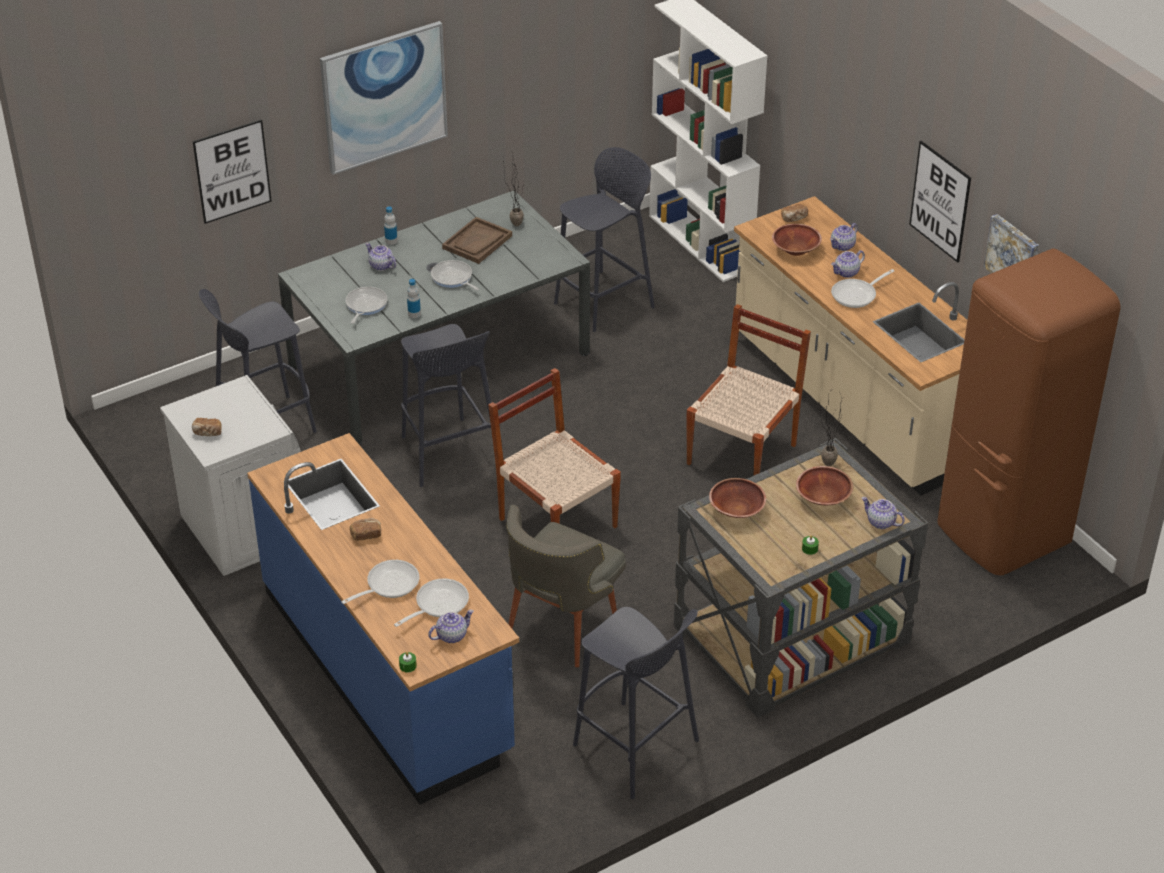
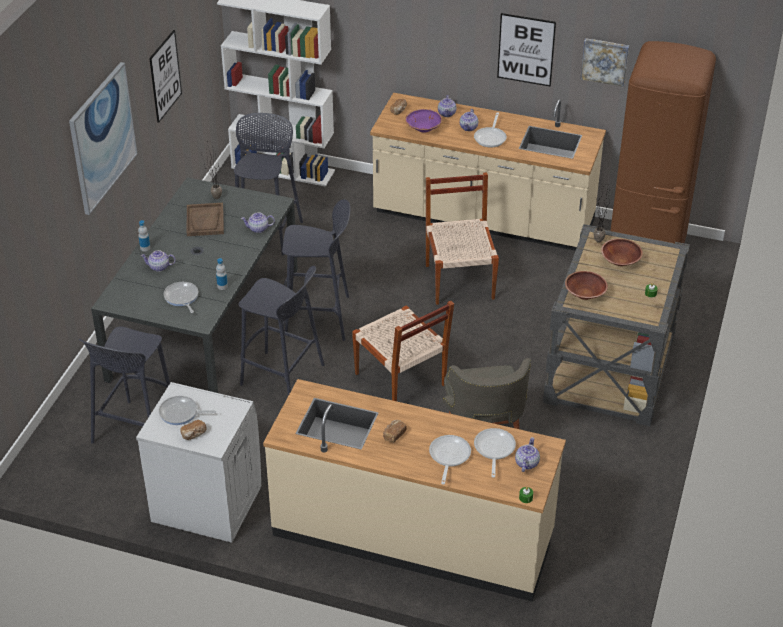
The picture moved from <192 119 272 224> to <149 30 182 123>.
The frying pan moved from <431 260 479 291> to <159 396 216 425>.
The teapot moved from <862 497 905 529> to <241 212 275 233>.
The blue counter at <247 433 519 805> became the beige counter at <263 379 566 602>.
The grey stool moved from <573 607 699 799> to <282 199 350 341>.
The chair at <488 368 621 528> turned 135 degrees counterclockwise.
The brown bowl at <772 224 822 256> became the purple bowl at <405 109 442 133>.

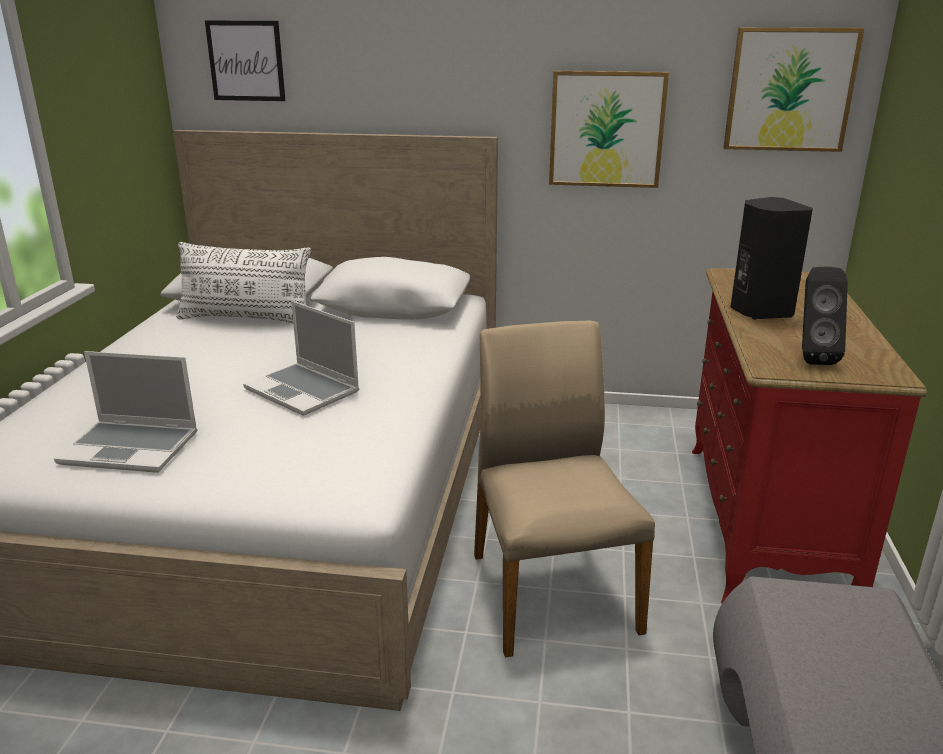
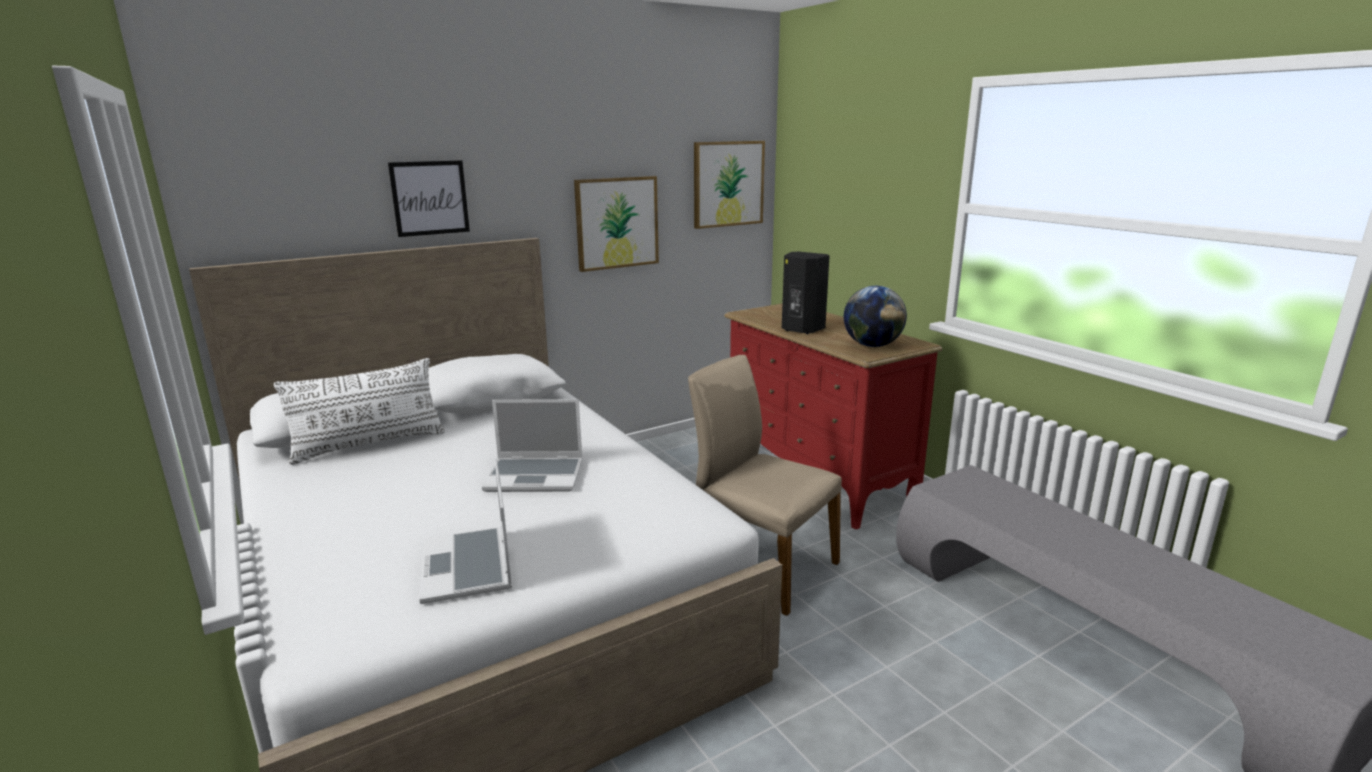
The picture moved from <205 20 285 101> to <388 160 470 237>.
The laptop at <54 351 198 473> turned 105 degrees clockwise.
The black speaker at <802 267 848 365> was replaced by the globe at <844 286 907 347>.

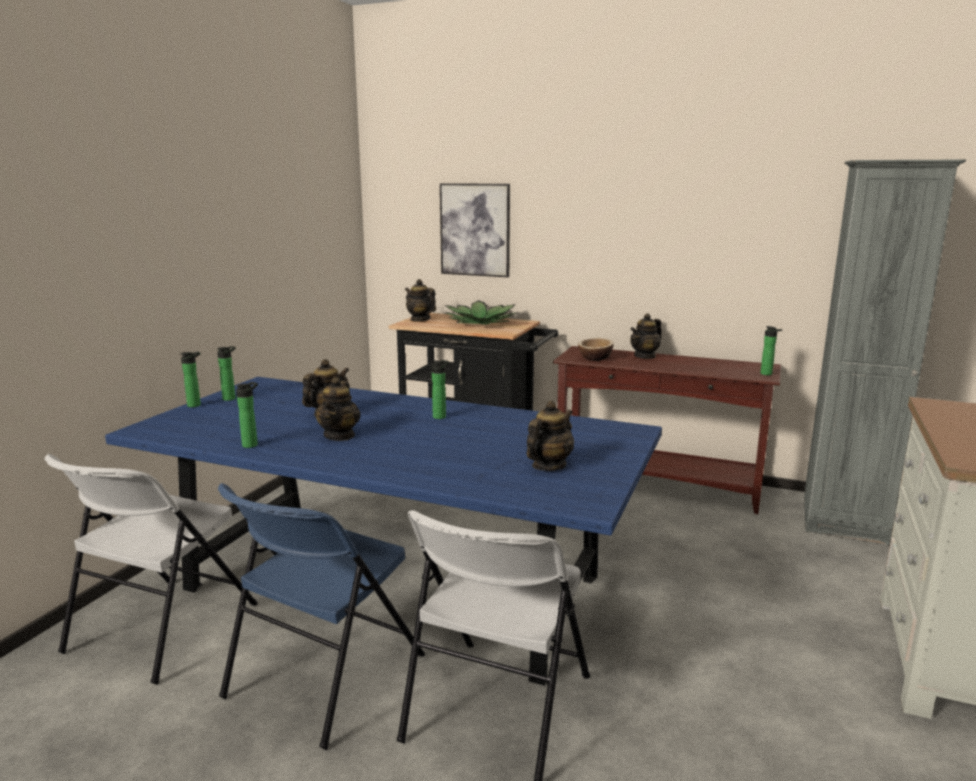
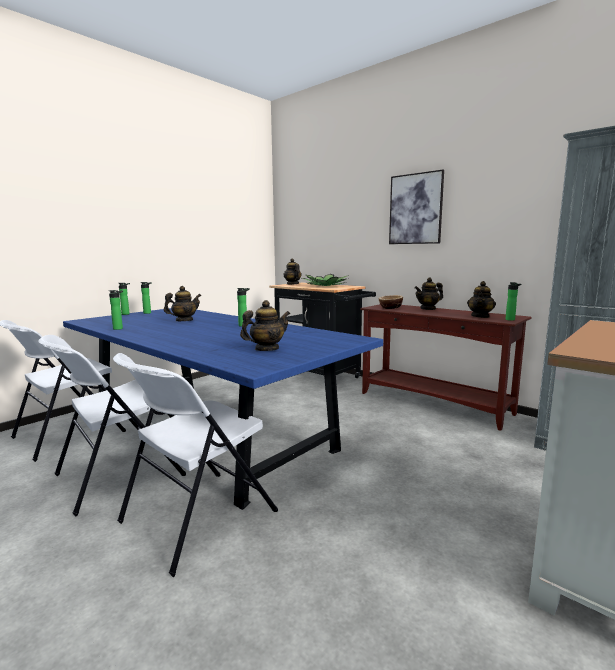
The blue chair at <218 483 425 750> became the white chair at <38 335 186 516>.
The picture moved from <440 183 510 277> to <389 170 444 244>.
The teapot moved from <315 377 361 441> to <467 281 496 318>.

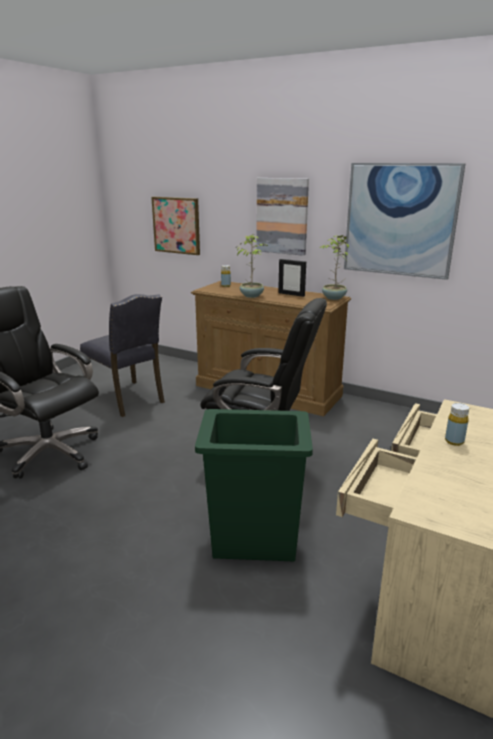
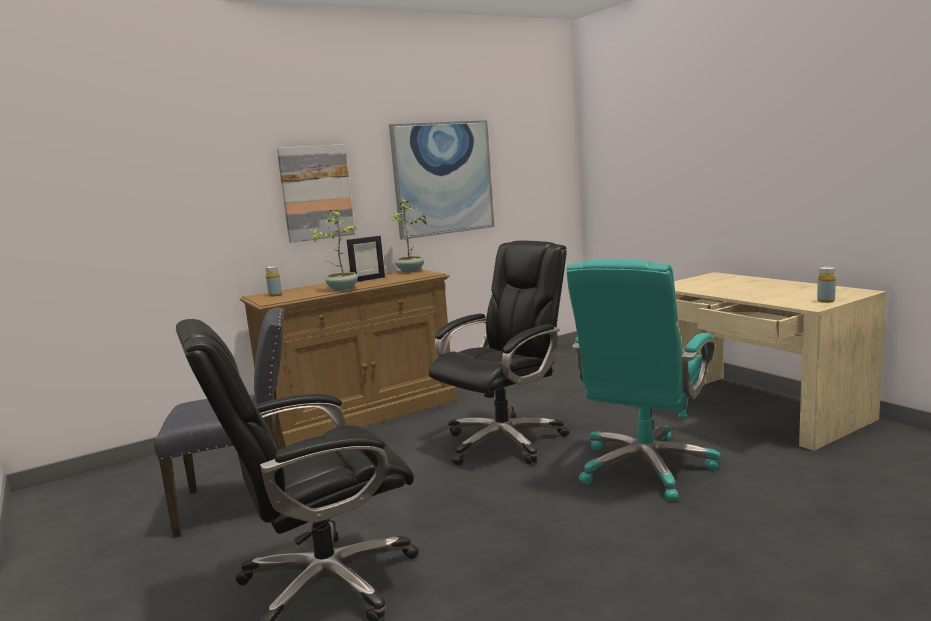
The green trash can at <195 409 313 561> was replaced by the turquoise office chair at <567 260 721 501>.
The yellow bottle moved from <445 403 469 446> to <817 267 836 303>.
The picture at <151 197 200 255> disappeared.

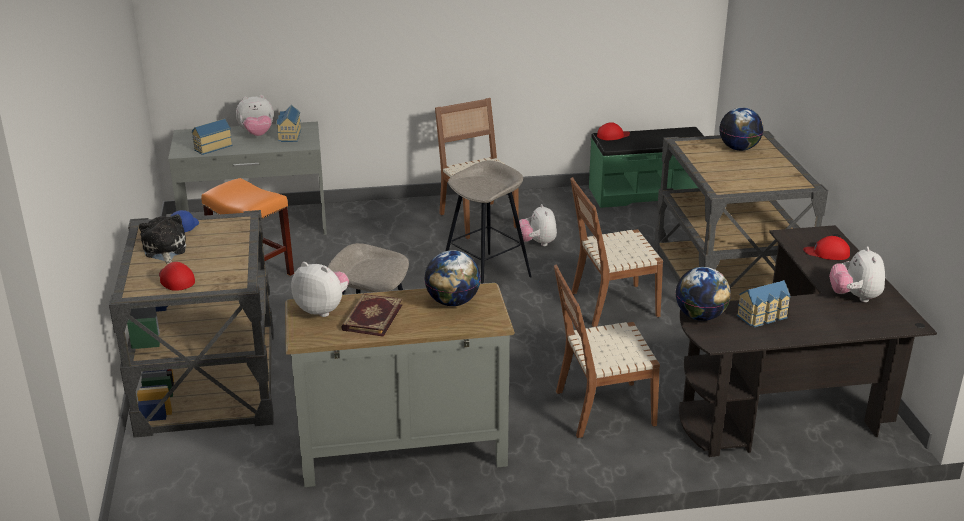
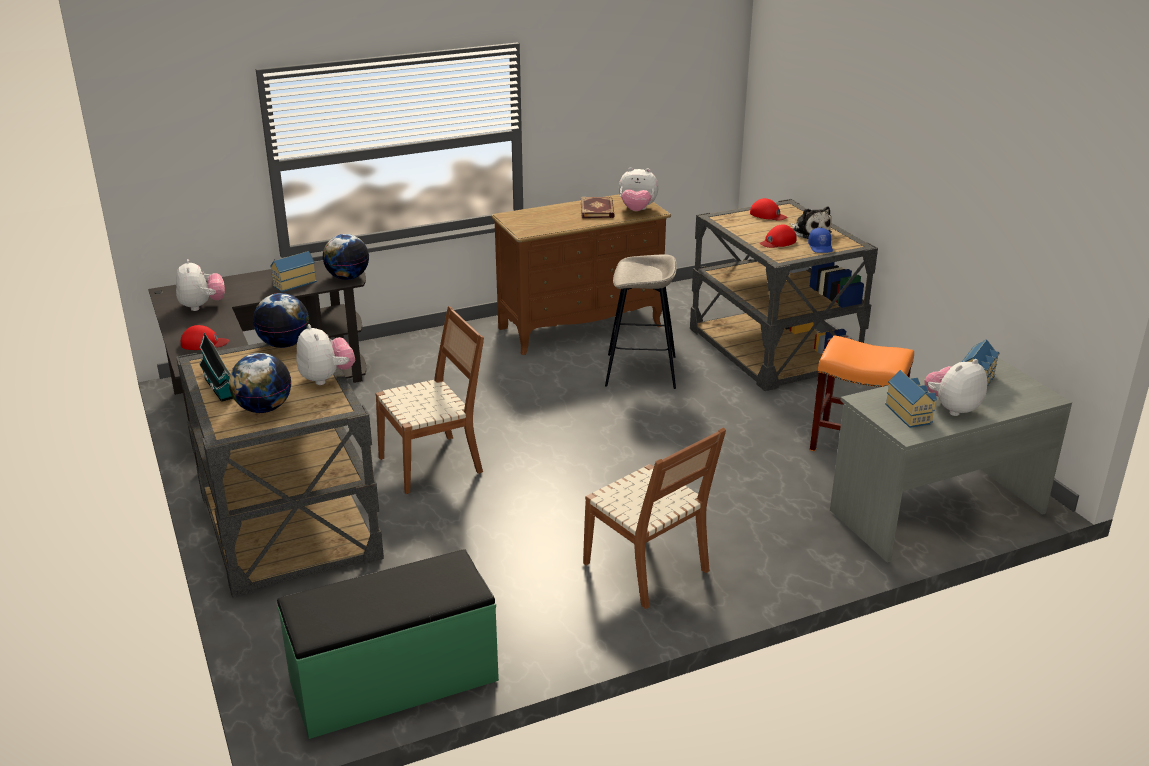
The toy house at <199 333 233 402> appeared.
The globe moved from <424 250 481 306> to <253 293 309 348>.
The plush toy moved from <519 204 557 246> to <297 324 355 385>.
The grey dresser at <285 283 515 487> became the brown dresser at <491 194 671 355>.
The red cap moved from <597 122 630 140> to <760 224 796 248>.
The grey stool at <445 161 532 284> disappeared.
The chair at <554 264 660 438> disappeared.

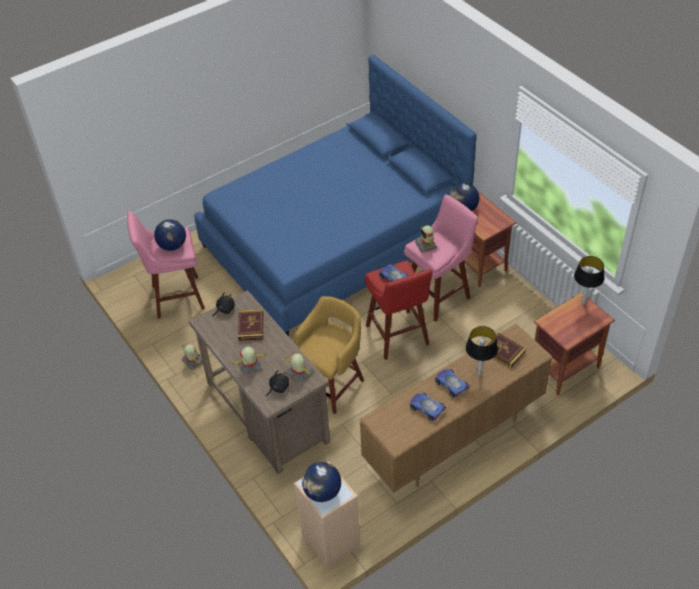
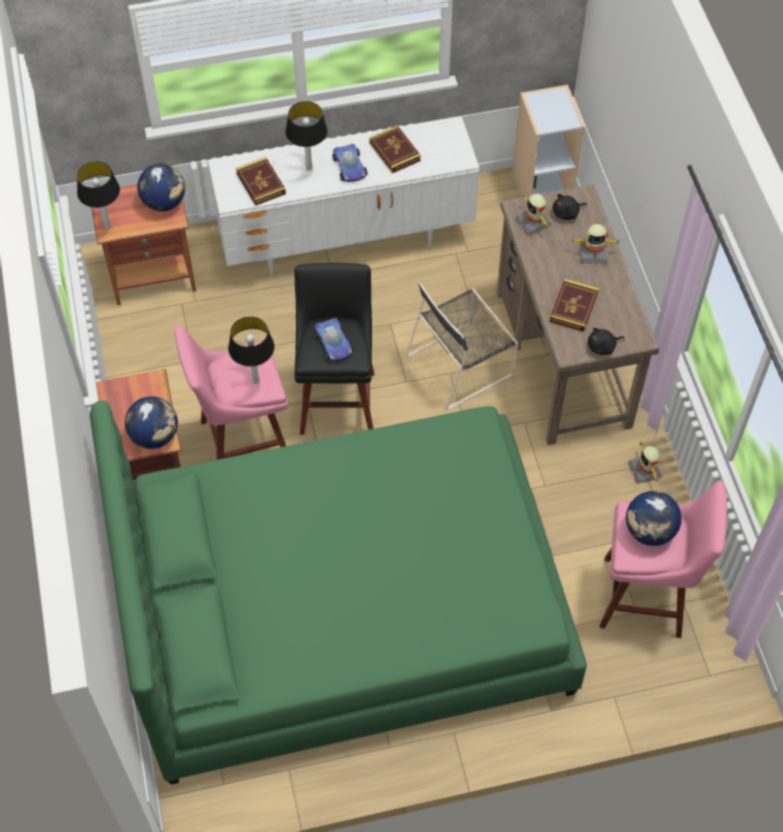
The blue bed at <194 55 477 336> became the green bed at <90 400 587 785>.
The globe moved from <302 462 341 502> to <137 163 185 211>.
The brown dresser at <360 324 552 493> became the white dresser at <208 116 480 276>.
The toy robot at <415 225 437 252> was replaced by the table lamp at <228 316 274 384>.
The red stool at <365 260 433 360> became the black stool at <294 263 374 435>.
The toy car at <410 393 446 421> was replaced by the book at <369 125 421 173>.
The yellow stool at <294 296 364 414> was replaced by the black chair at <406 282 518 409>.

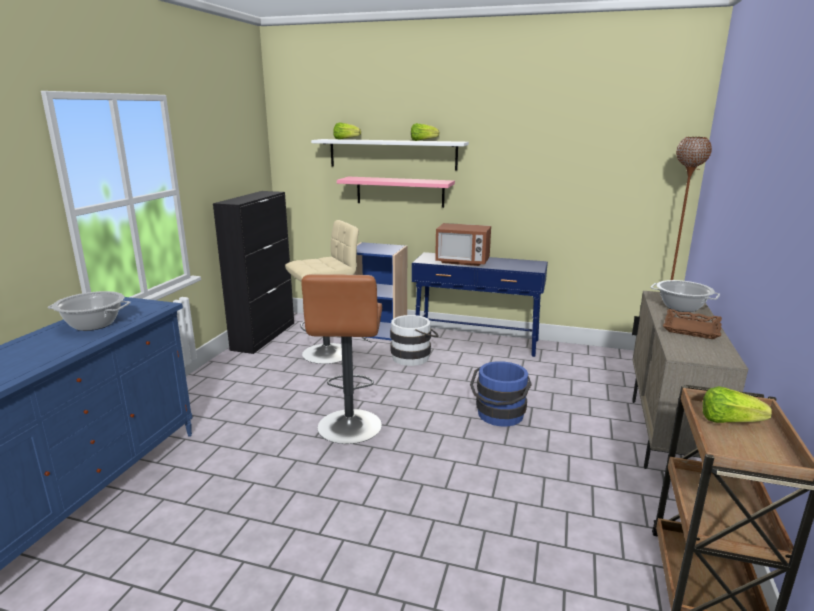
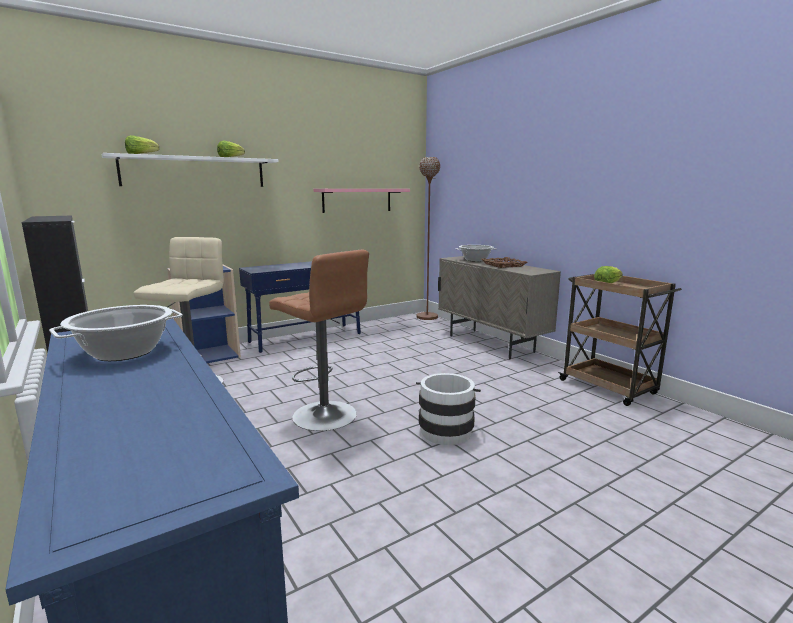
The pink shelf moved from <337 177 455 208> to <314 189 410 213>.
The white bucket moved from <390 315 439 366> to <416 373 481 445>.
The microwave at <435 223 491 266> disappeared.
The blue bucket at <470 361 532 426> disappeared.

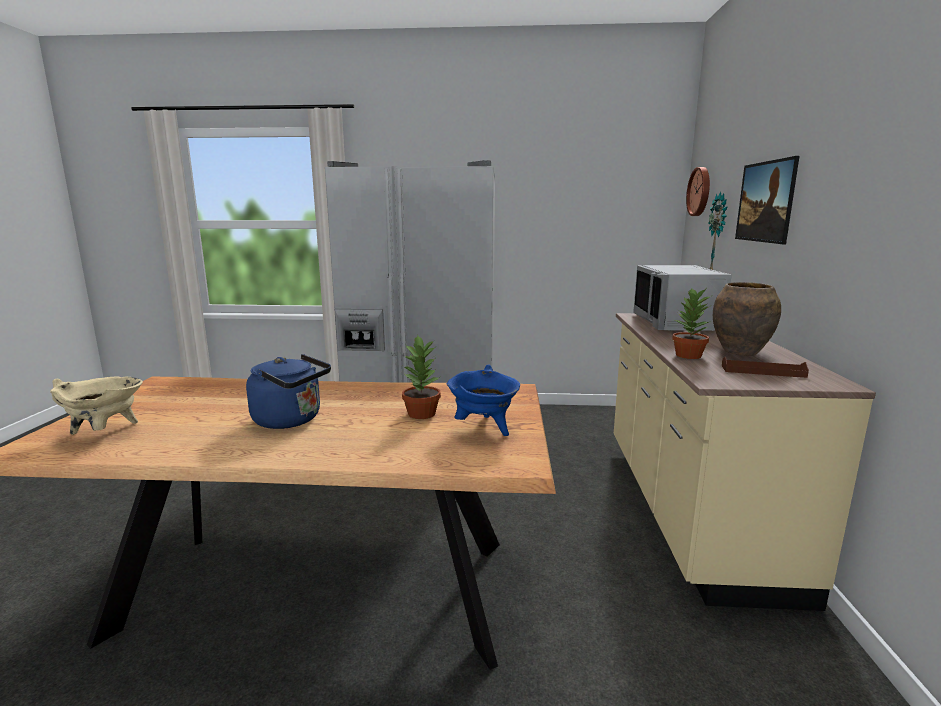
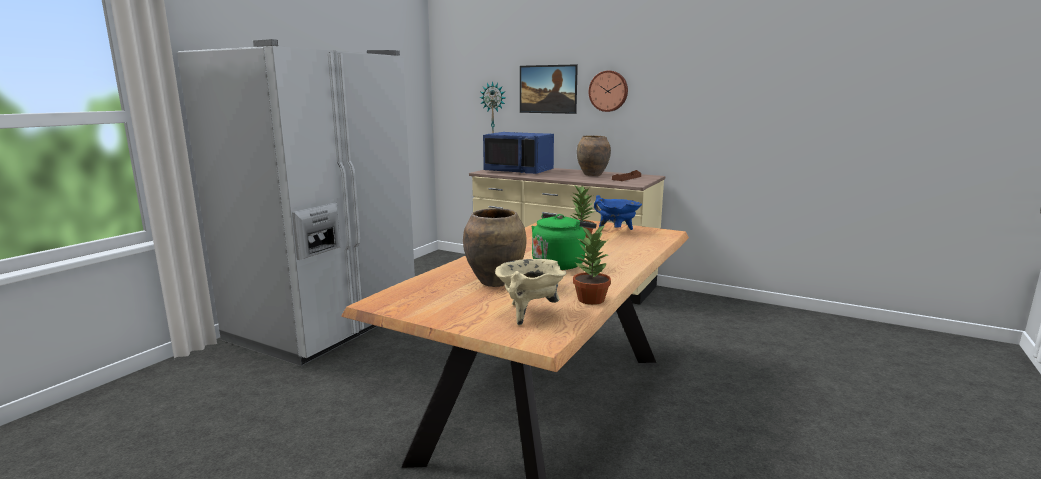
The brown vase at <463 208 527 287> appeared.
The grey microwave at <633 265 732 331> became the blue microwave at <483 132 554 174>.
The blue kettle at <246 354 331 429> became the green kettle at <531 214 597 270>.
The potted plant moved from <672 288 711 359> to <573 224 611 305>.
The wall clock moved from <686 167 710 216> to <589 71 628 112>.

